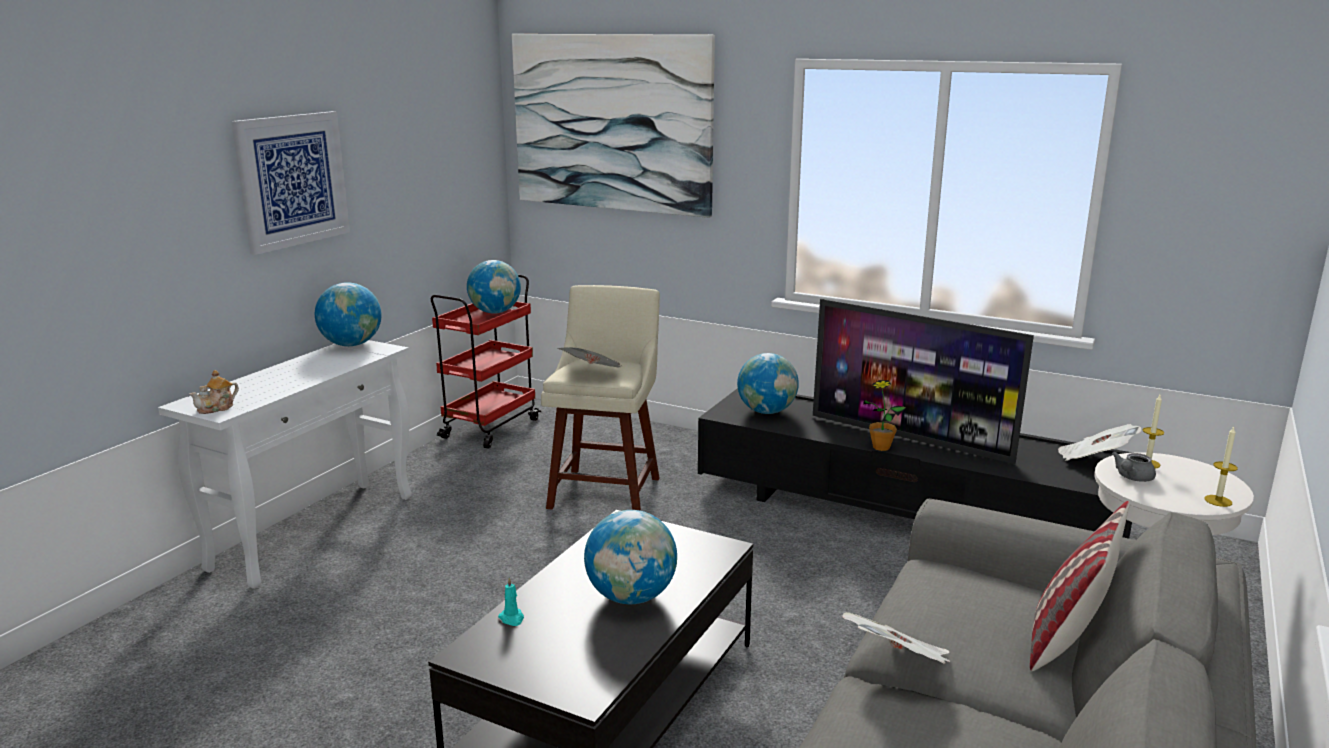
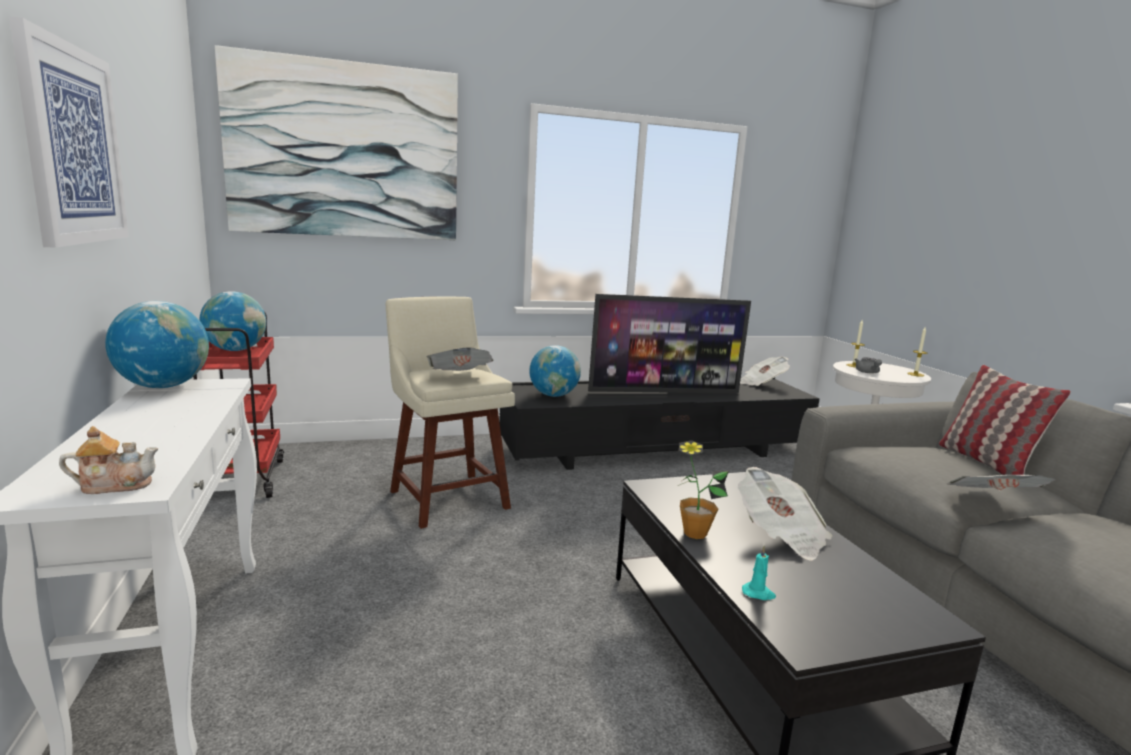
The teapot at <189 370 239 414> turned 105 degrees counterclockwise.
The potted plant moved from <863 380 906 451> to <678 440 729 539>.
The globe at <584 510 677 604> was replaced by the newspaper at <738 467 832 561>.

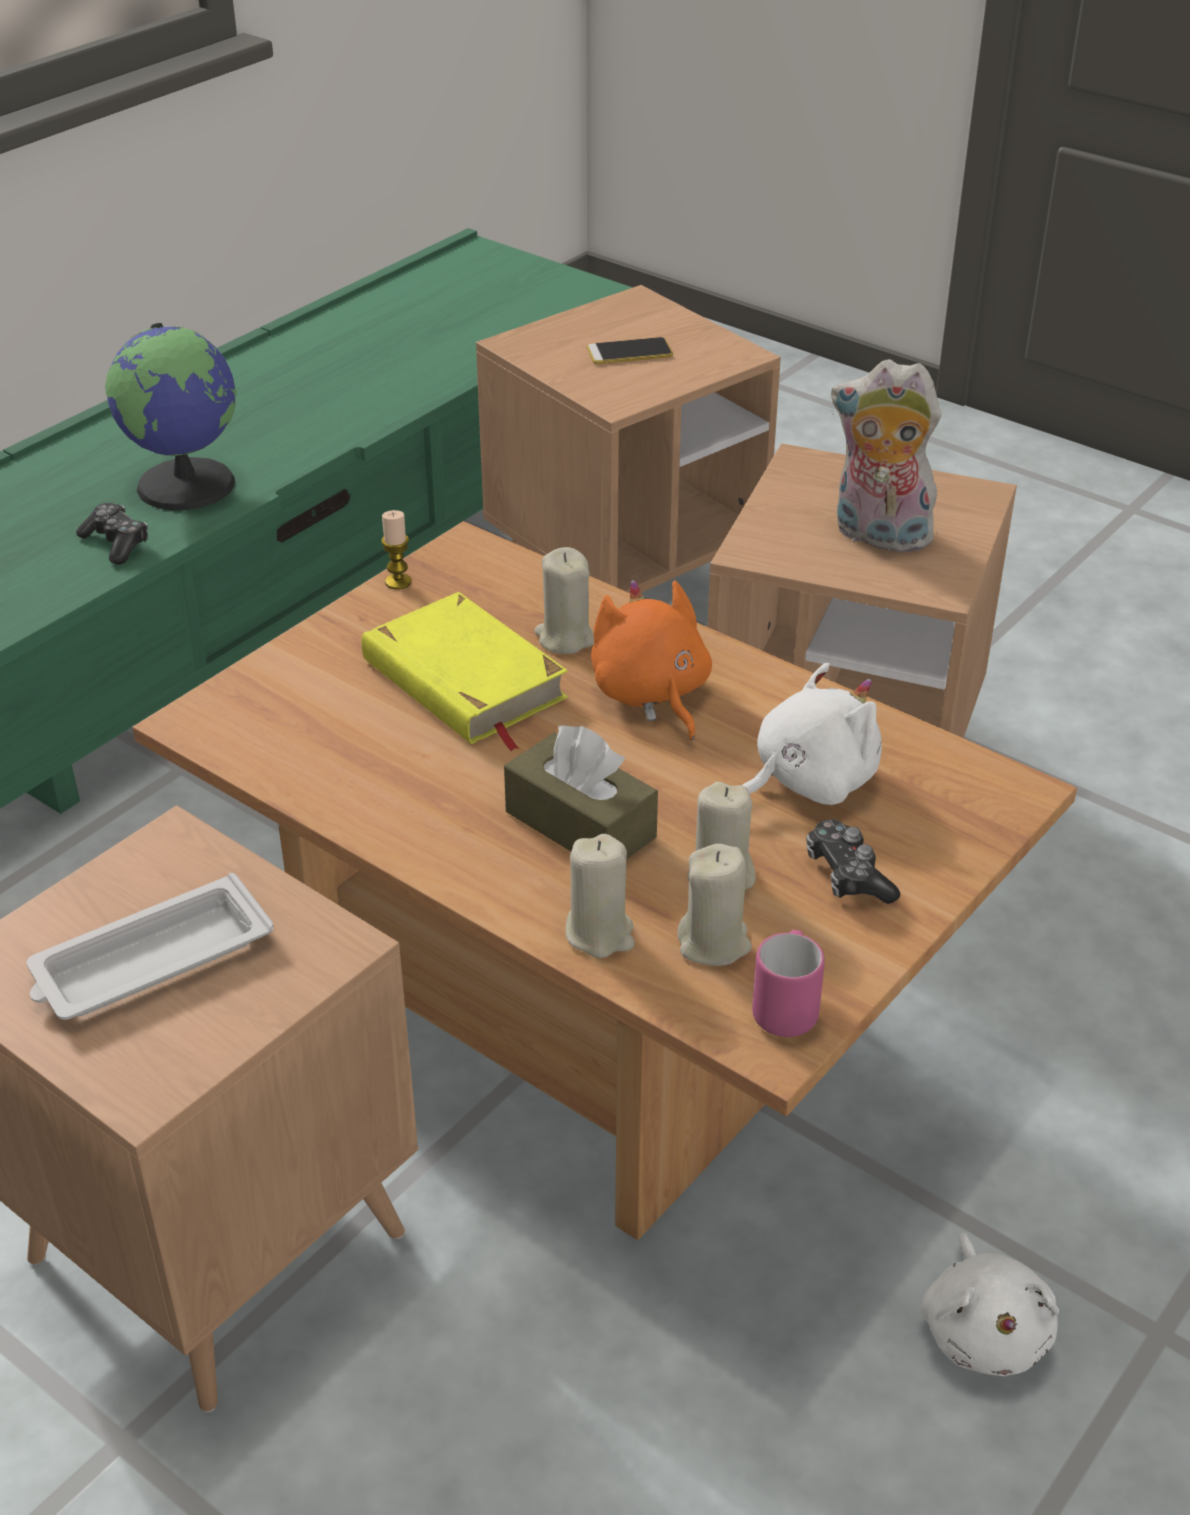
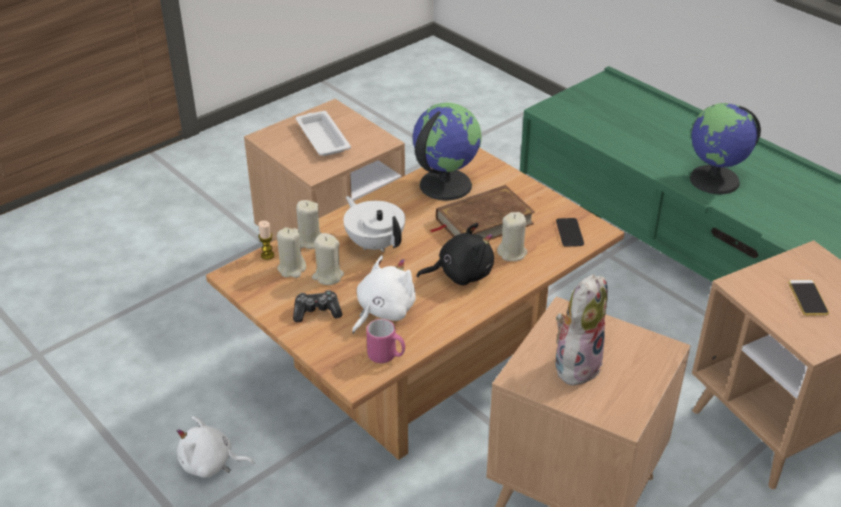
The candle moved from <381 510 412 590> to <258 221 275 260>.
The brown tissue box at <504 726 658 860> was replaced by the white teapot at <343 196 405 252>.
The white plush toy at <743 663 882 805> turned 120 degrees counterclockwise.
The pink mug moved from <752 930 825 1037> to <366 319 405 363>.
The globe at <413 103 481 201> appeared.
The orange plush toy at <591 580 712 741> became the black plush toy at <417 223 494 285>.
The yellow book at <362 592 568 752> became the brown book at <430 185 535 240>.
The phone at <556 218 584 247> appeared.
The game controller at <76 503 148 564> disappeared.

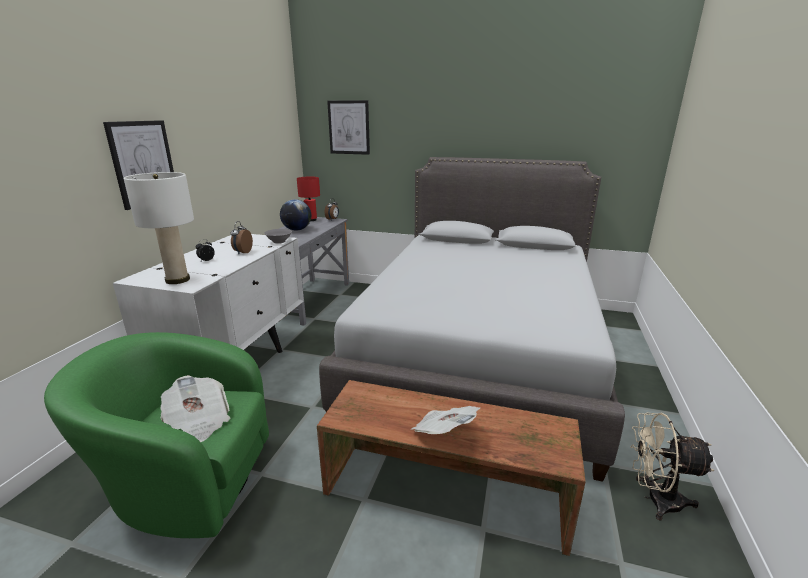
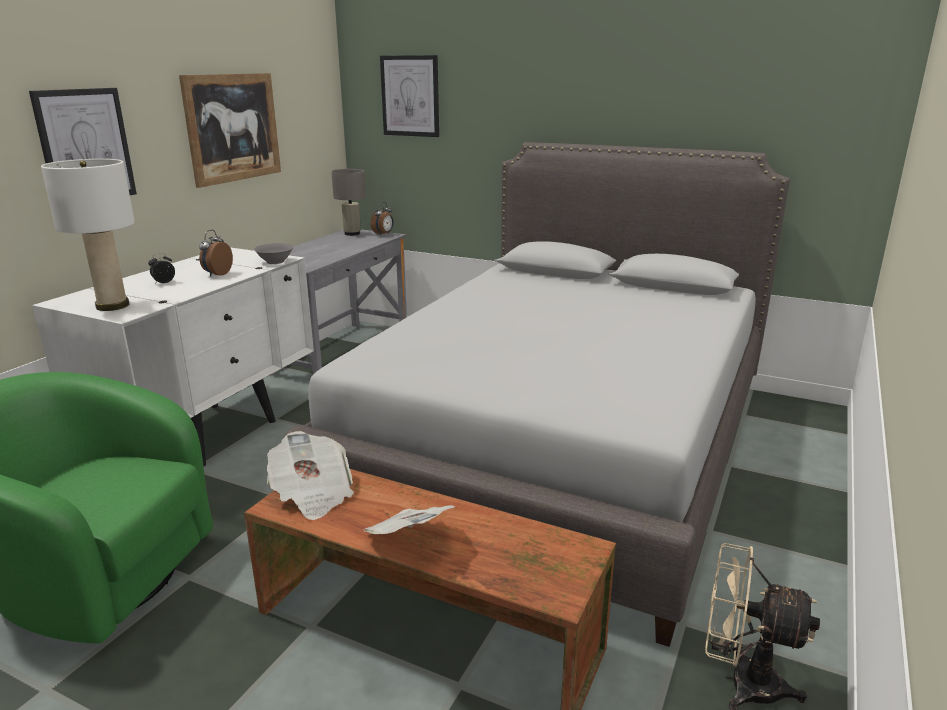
The picture at <179 73 281 188> appeared.
The newspaper moved from <160 375 230 442> to <267 431 354 520>.
The red table lamp at <297 176 320 221> became the grey table lamp at <332 169 366 236>.
The globe at <280 199 311 231> disappeared.

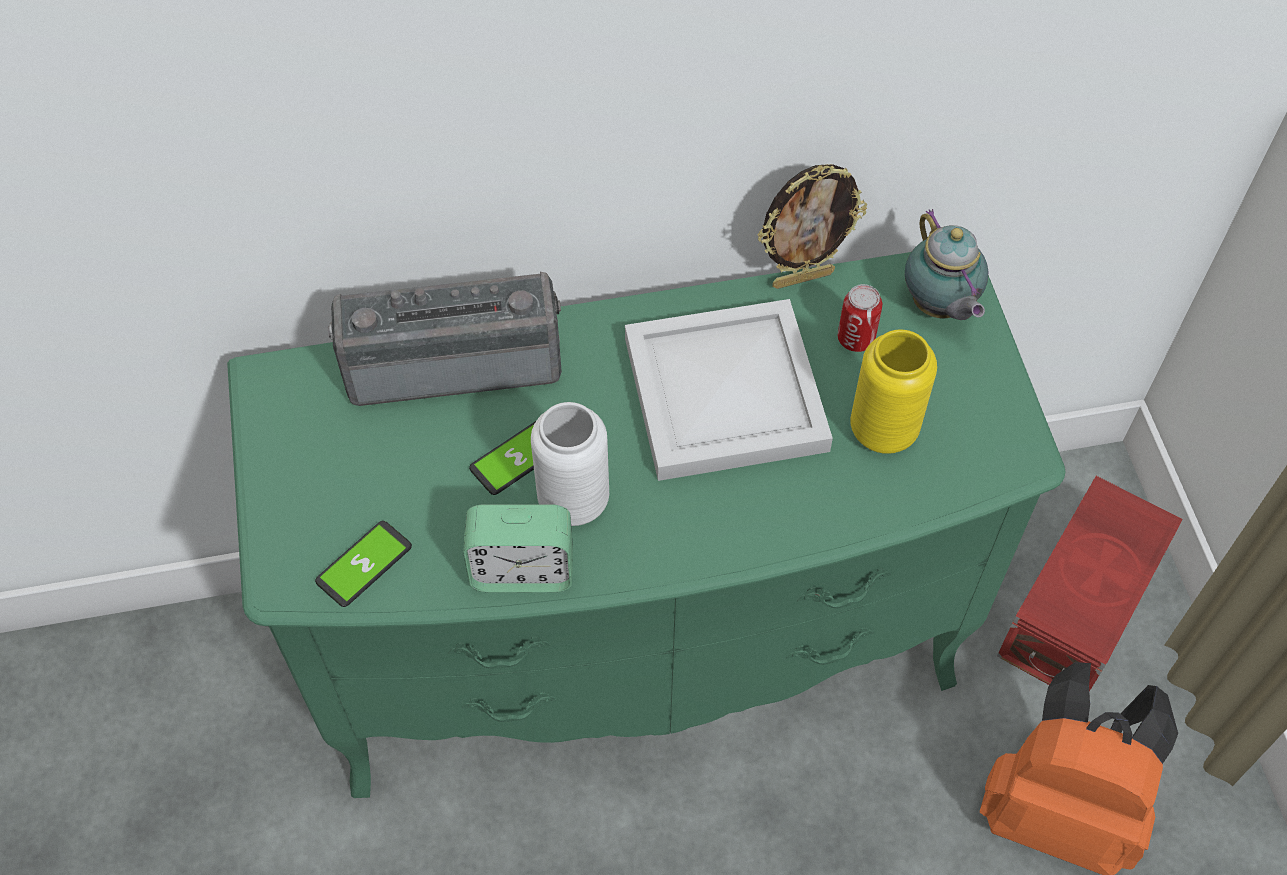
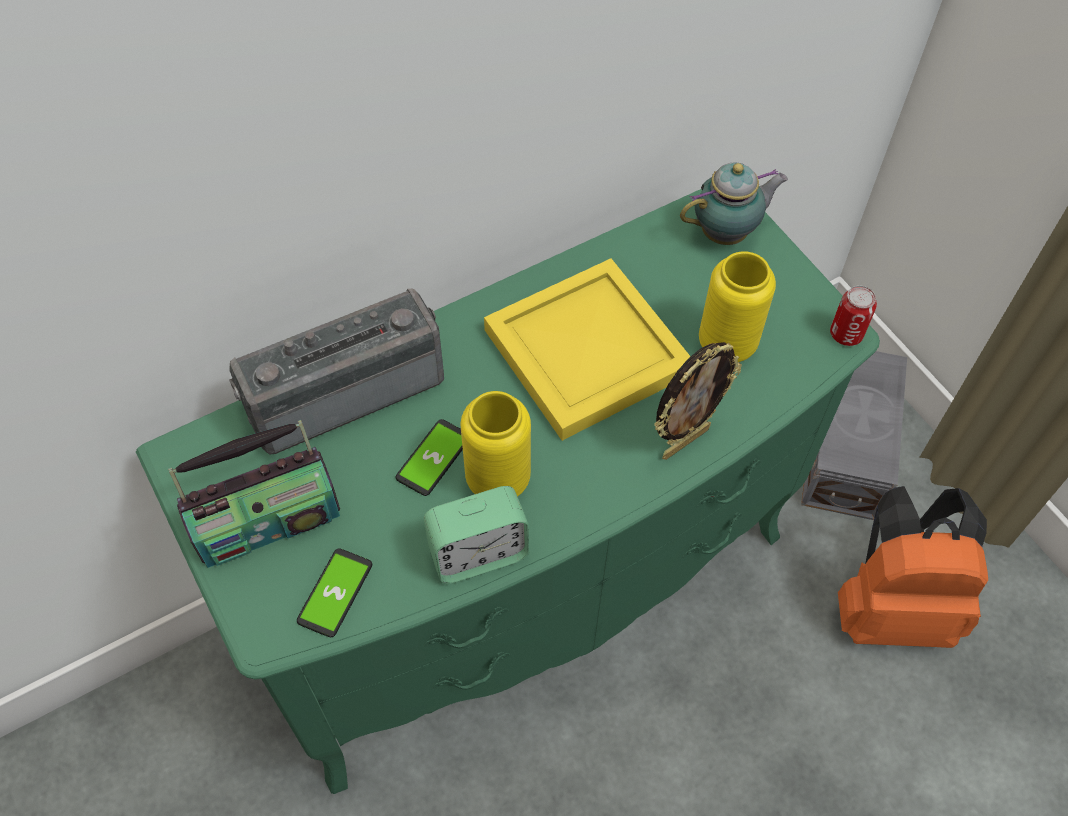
The radio at <168 420 340 568> appeared.
The white vase at <531 402 609 526> became the yellow vase at <461 391 531 497>.
The white tray at <625 299 833 481> became the yellow tray at <484 258 691 441>.
The picture frame moved from <757 164 867 289> to <654 342 742 460>.
The teapot at <905 209 989 320> turned 75 degrees counterclockwise.
The red storage box at <997 476 1183 691> became the grey storage box at <801 351 907 520>.
The can moved from <837 284 882 352> to <830 285 877 346>.

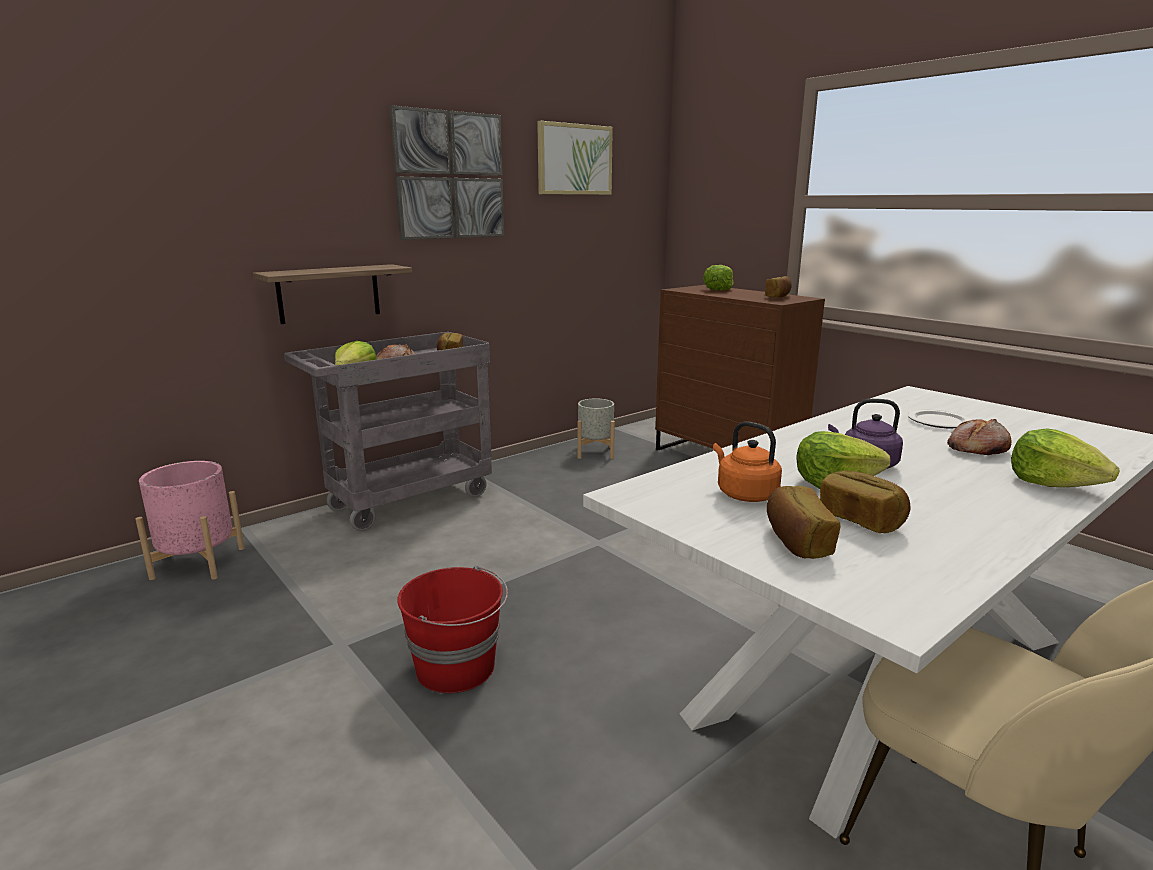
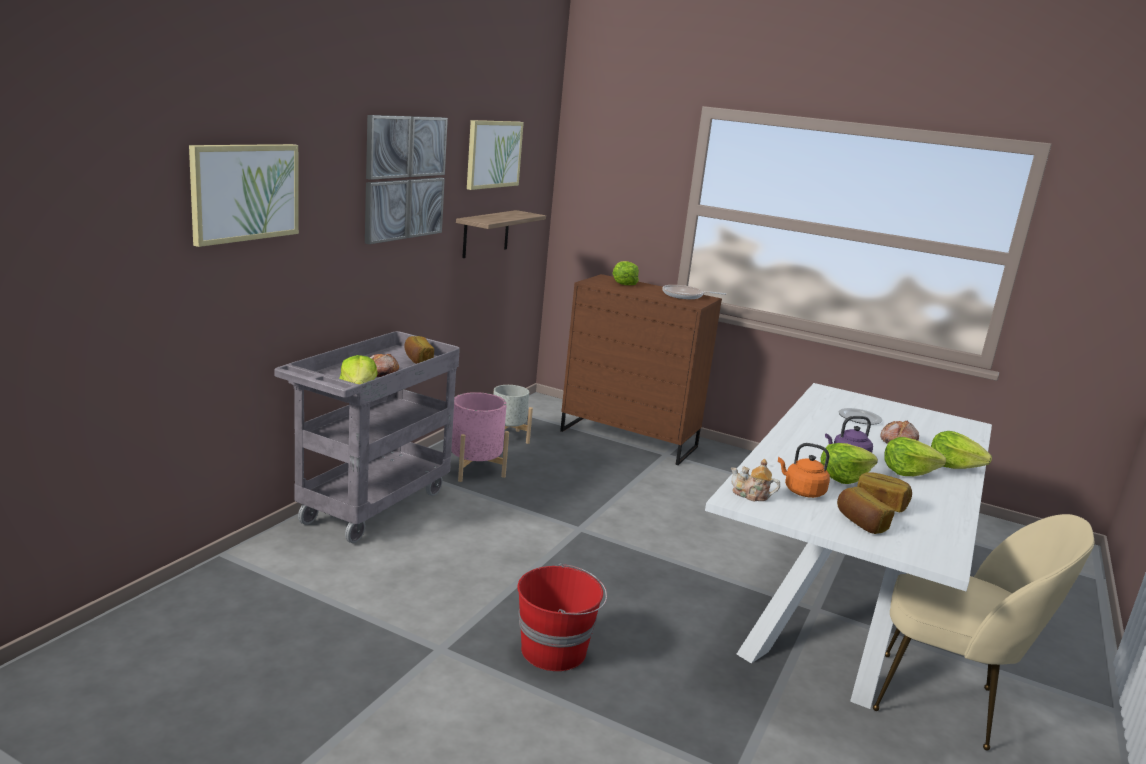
The picture at <189 144 299 247> appeared.
The pink planter moved from <135 461 245 580> to <451 392 509 482>.
The shelf moved from <253 264 412 324> to <456 210 546 258>.
The bread at <765 276 792 298> was replaced by the frying pan at <662 285 726 299>.
The teapot at <731 459 780 502> appeared.
The lettuce at <884 437 946 476> appeared.

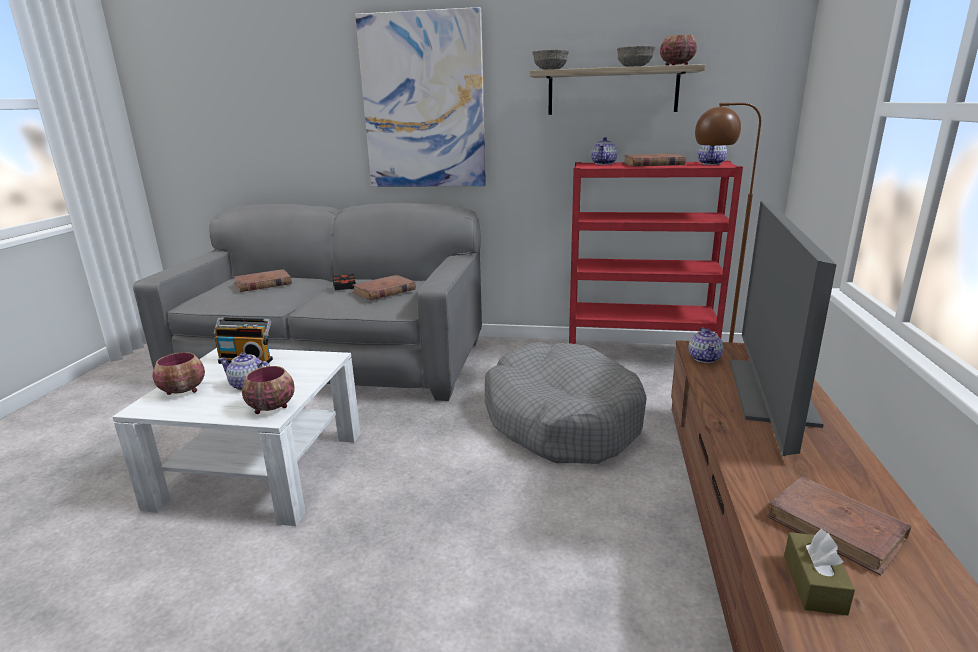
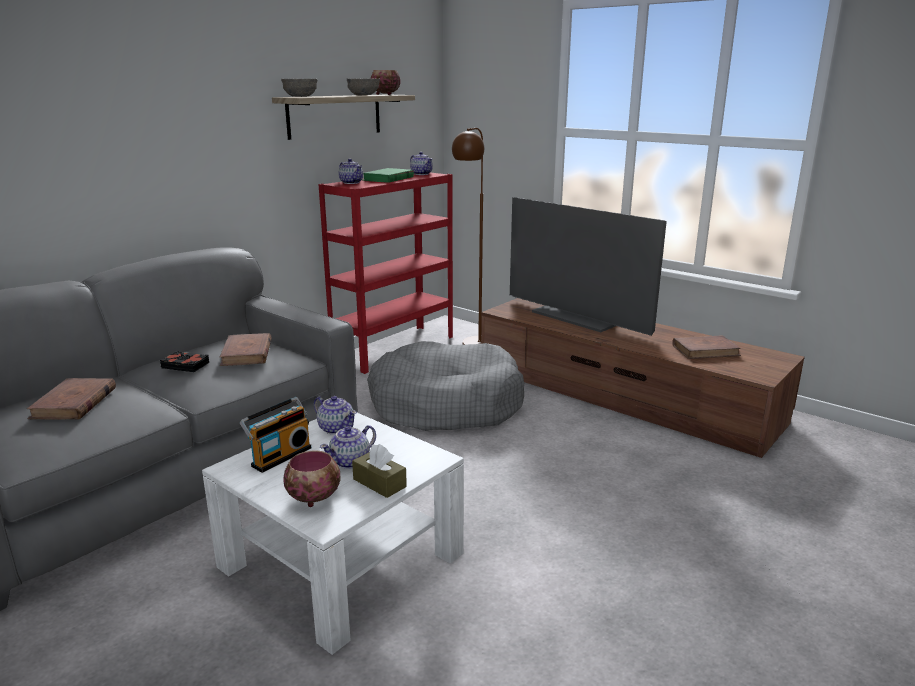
The teapot moved from <688 327 723 363> to <314 396 357 435>.
The brown tissue box moved from <784 529 855 616> to <352 444 407 498>.
The brown book at <622 153 686 167> became the green book at <362 168 414 183>.
The bowl at <242 366 295 414> disappeared.
The picture at <355 7 486 187> disappeared.

